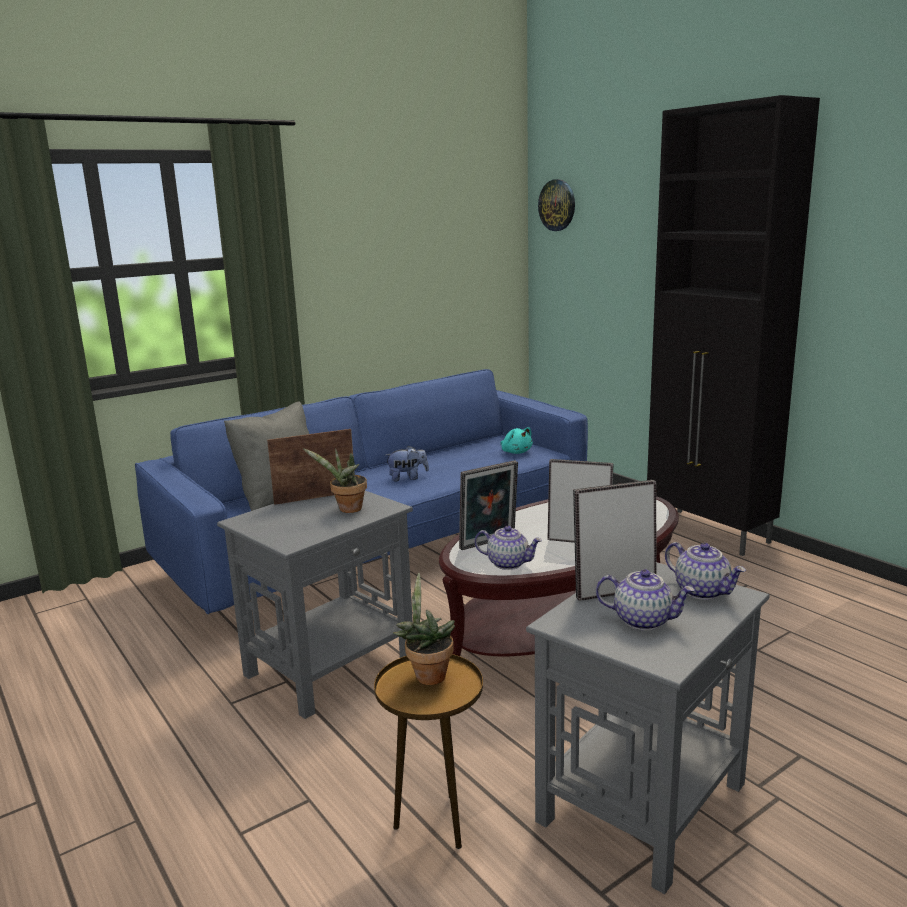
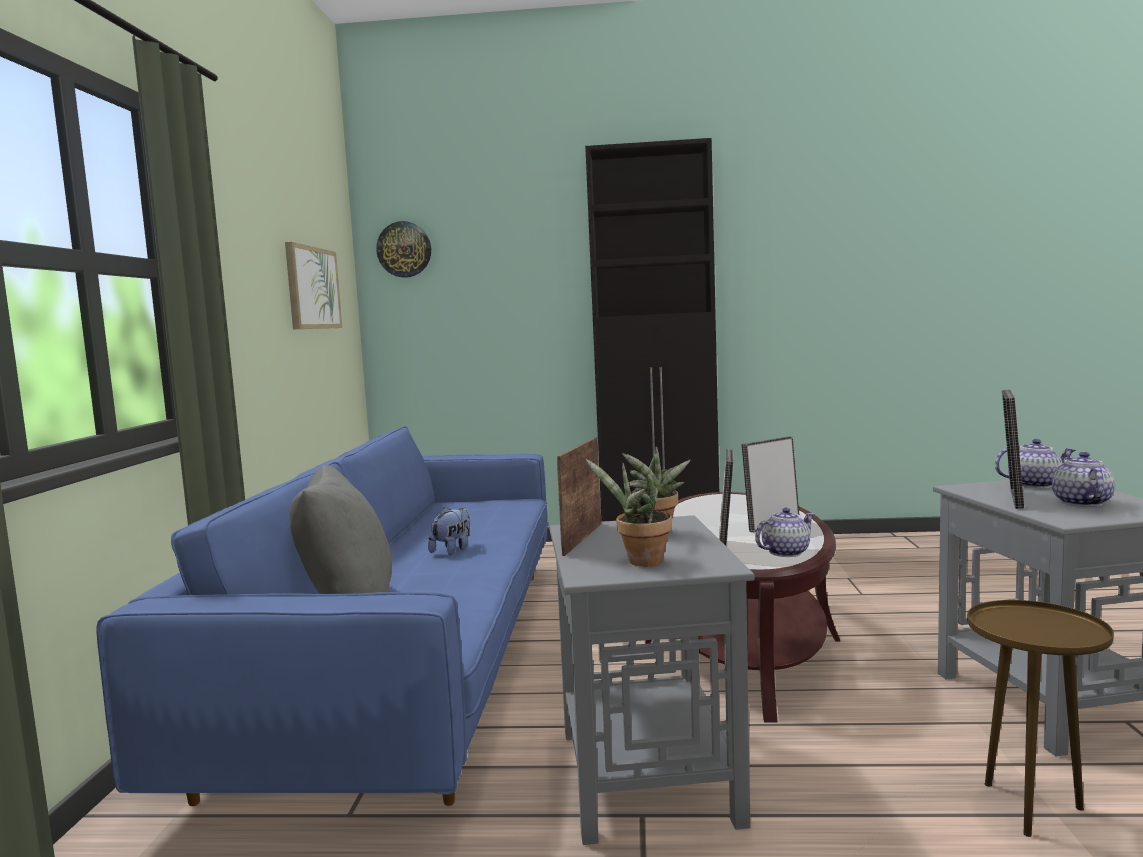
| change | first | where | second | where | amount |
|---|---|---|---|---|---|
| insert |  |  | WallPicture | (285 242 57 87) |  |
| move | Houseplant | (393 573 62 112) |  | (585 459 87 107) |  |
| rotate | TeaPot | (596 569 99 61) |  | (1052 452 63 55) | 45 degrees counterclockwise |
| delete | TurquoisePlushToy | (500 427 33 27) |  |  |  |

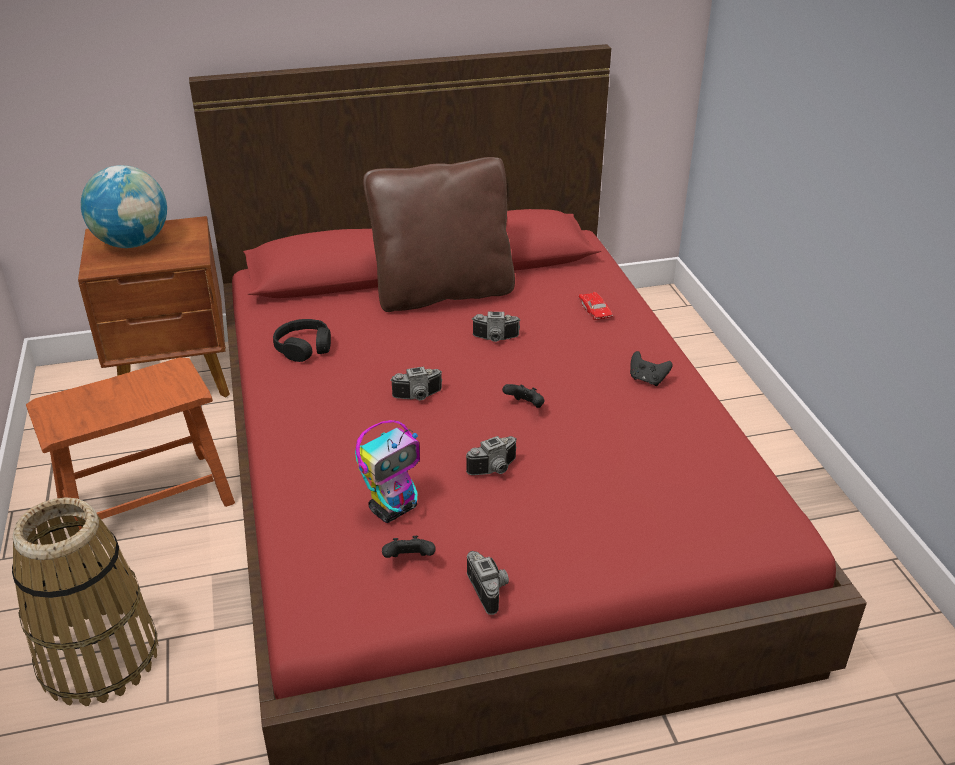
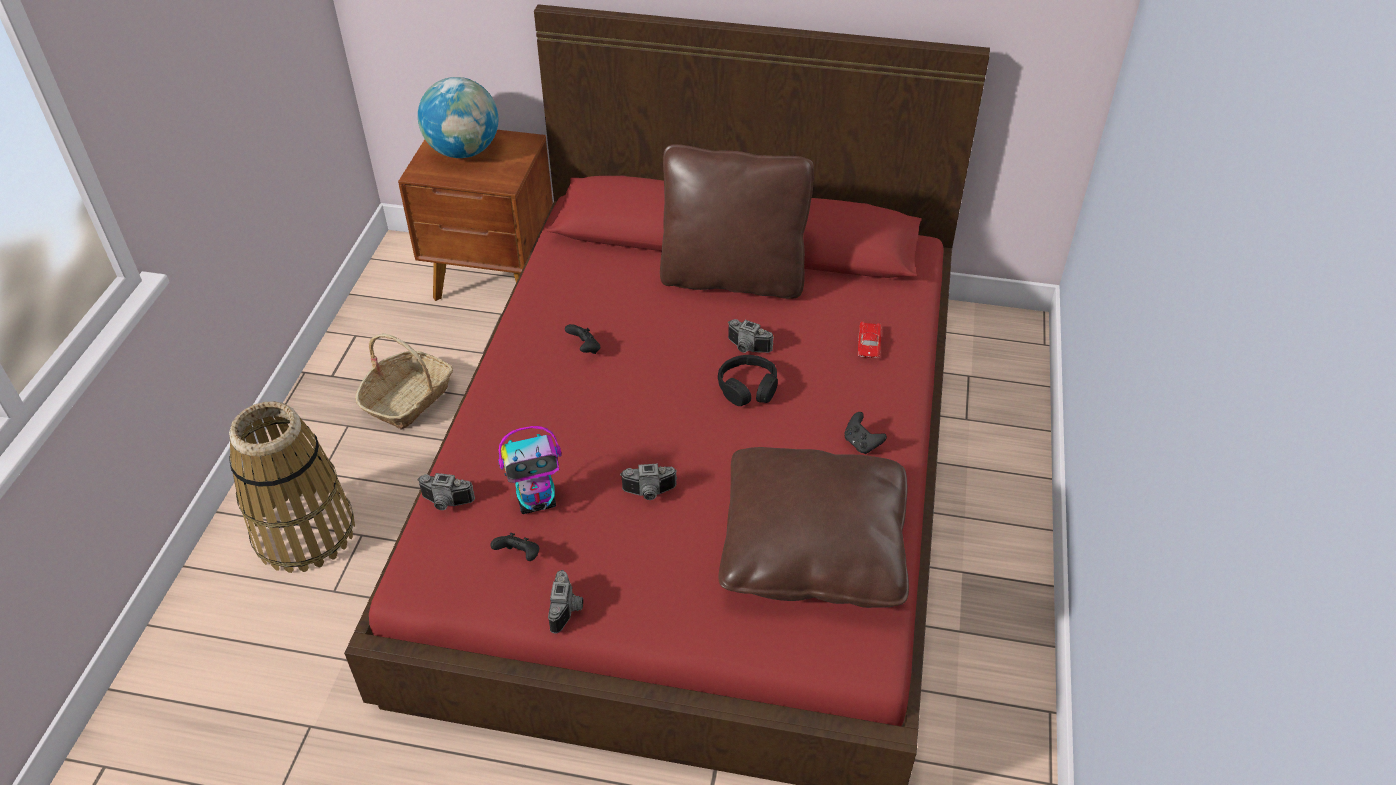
| change | first | where | second | where | amount |
|---|---|---|---|---|---|
| replace | BrownStool | (26 357 209 173) | HouseholdBasket | (355 333 98 97) |  |
| move | StillCamera | (390 366 52 35) |  | (417 473 58 37) |  |
| move | BlackishJoypad | (502 384 43 24) |  | (565 324 35 30) |  |
| move | BlackishHeadphones | (273 319 58 43) |  | (718 355 60 51) |  |
| insert |  |  | BrownCushion | (719 447 190 161) |  |

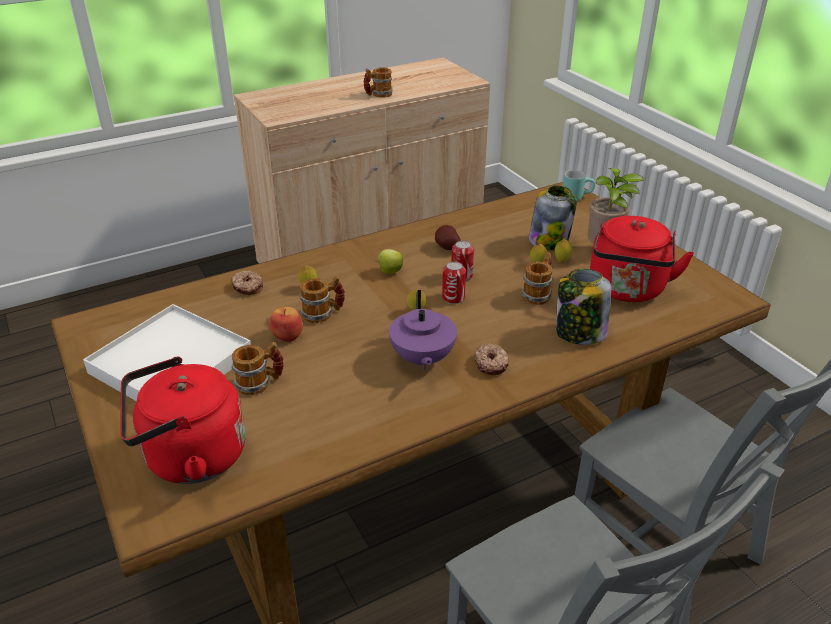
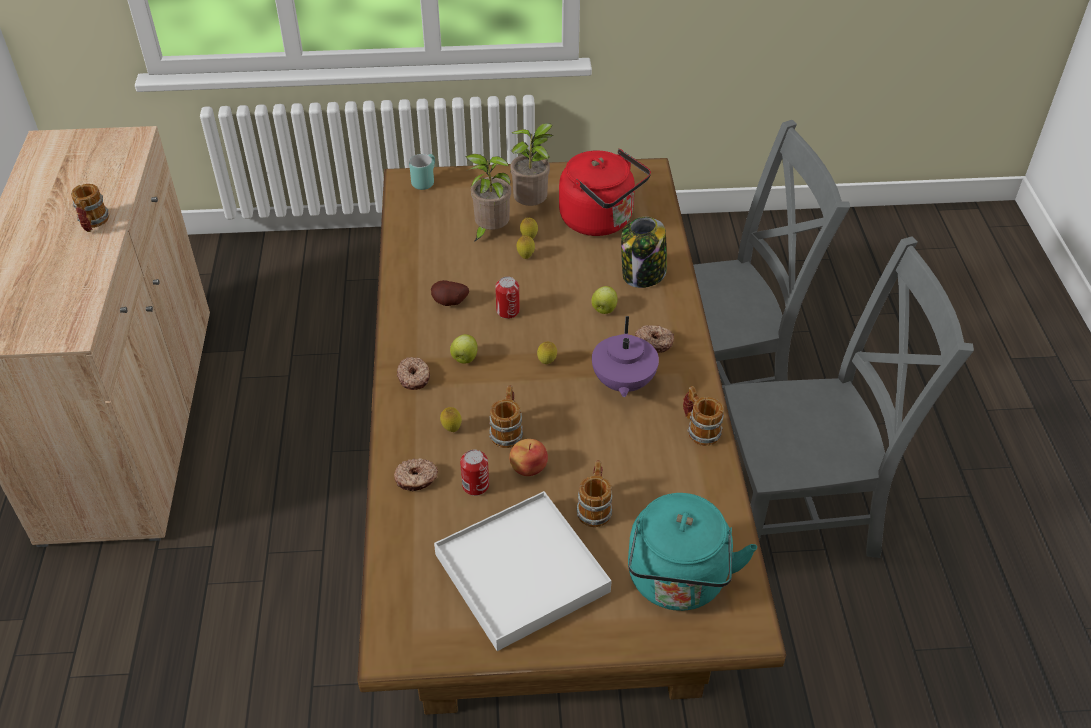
| change | first | where | second | where | amount |
|---|---|---|---|---|---|
| insert |  |  | Donut | (397 357 33 33) |  |
| move | Can | (442 261 24 43) |  | (460 450 29 46) |  |
| replace | StorageJar | (529 186 48 64) | Houseplant | (465 154 46 88) |  |
| insert |  |  | AppleFruit | (591 286 27 28) |  |
| rotate | PurplishTeaPot | (389 290 68 80) |  | (592 316 67 81) | 75 degrees clockwise |
| recolor | RedKettle | (120 357 126 127) | TurquoiseKettle | (628 493 129 118) |  |
| move | CoffeeMug | (521 252 32 53) |  | (683 386 41 60) |  |

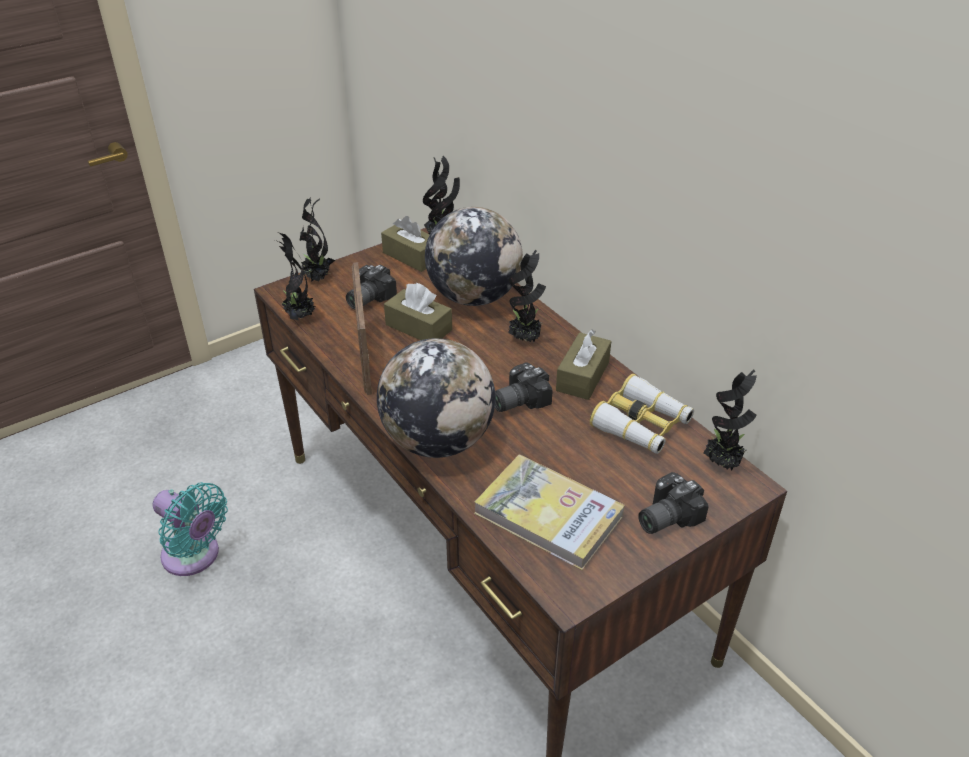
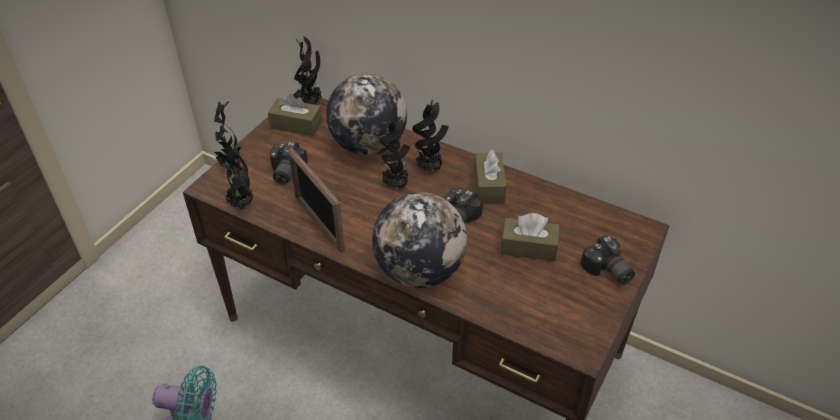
| change | first | where | second | where | amount |
|---|---|---|---|---|---|
| move | Houseplant | (703 370 54 101) |  | (379 116 32 73) |  |
| move | BrownTissueHolder | (384 283 68 57) |  | (501 213 59 48) |  |
| rotate | StillCamera | (638 472 71 62) |  | (580 235 55 50) | 60 degrees counterclockwise |
| delete | BoundBook | (474 455 150 115) |  |  |  |
| delete | Binoculars | (590 374 104 80) |  |  |  |

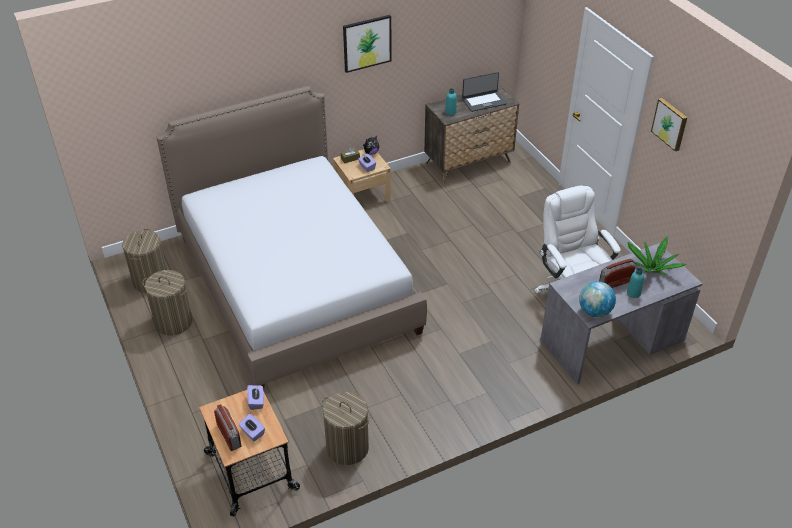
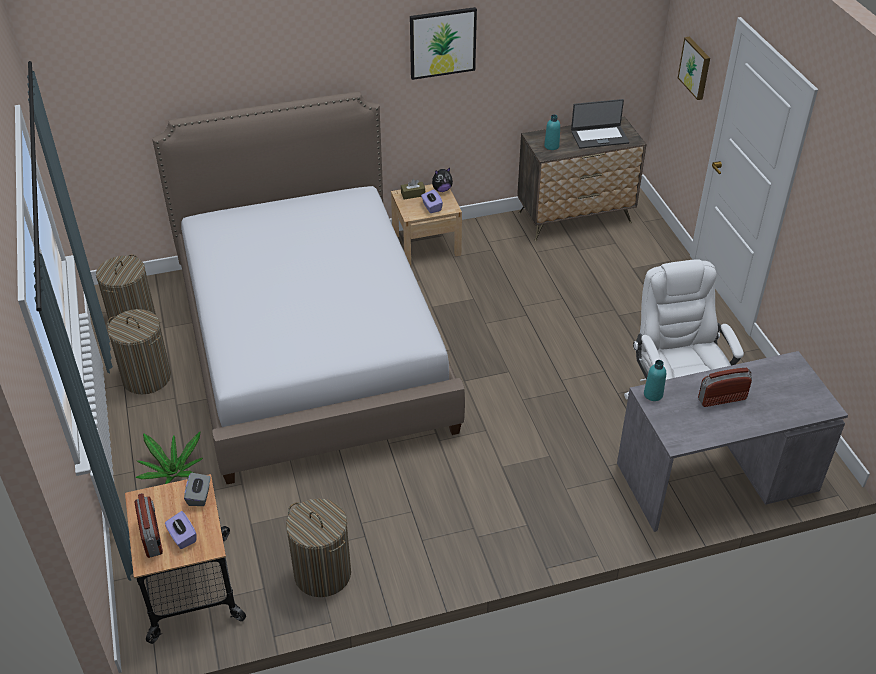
| change | first | where | second | where | amount |
|---|---|---|---|---|---|
| move | Houseplant | (627 237 59 38) |  | (135 432 68 52) |  |
| recolor | PurplishTissueHolder | (247 385 17 25) | GreyishTissueHolder | (184 473 26 33) |  |
| move | TurquoiseBeverageBottle | (627 268 17 30) |  | (644 360 22 41) |  |
| move | WallPicture | (651 98 36 53) |  | (678 37 32 63) |  |
| delete | WorldGlobe | (579 281 37 36) |  |  |  |

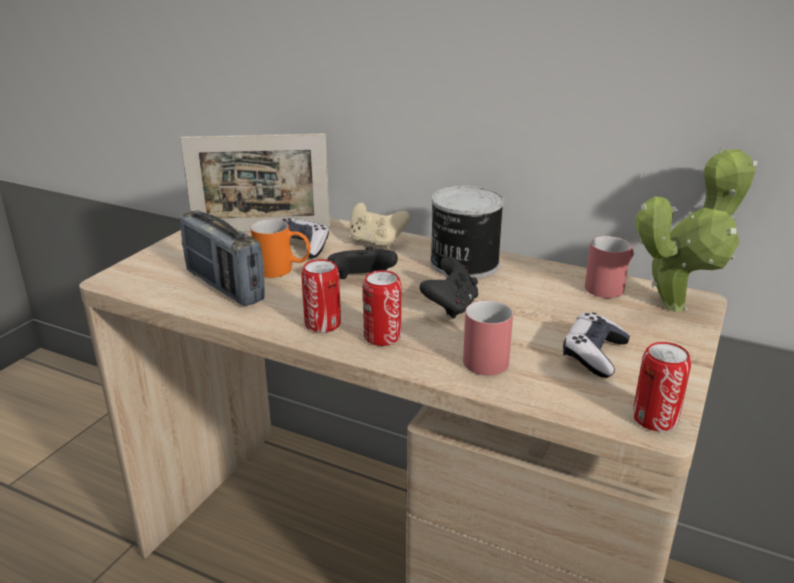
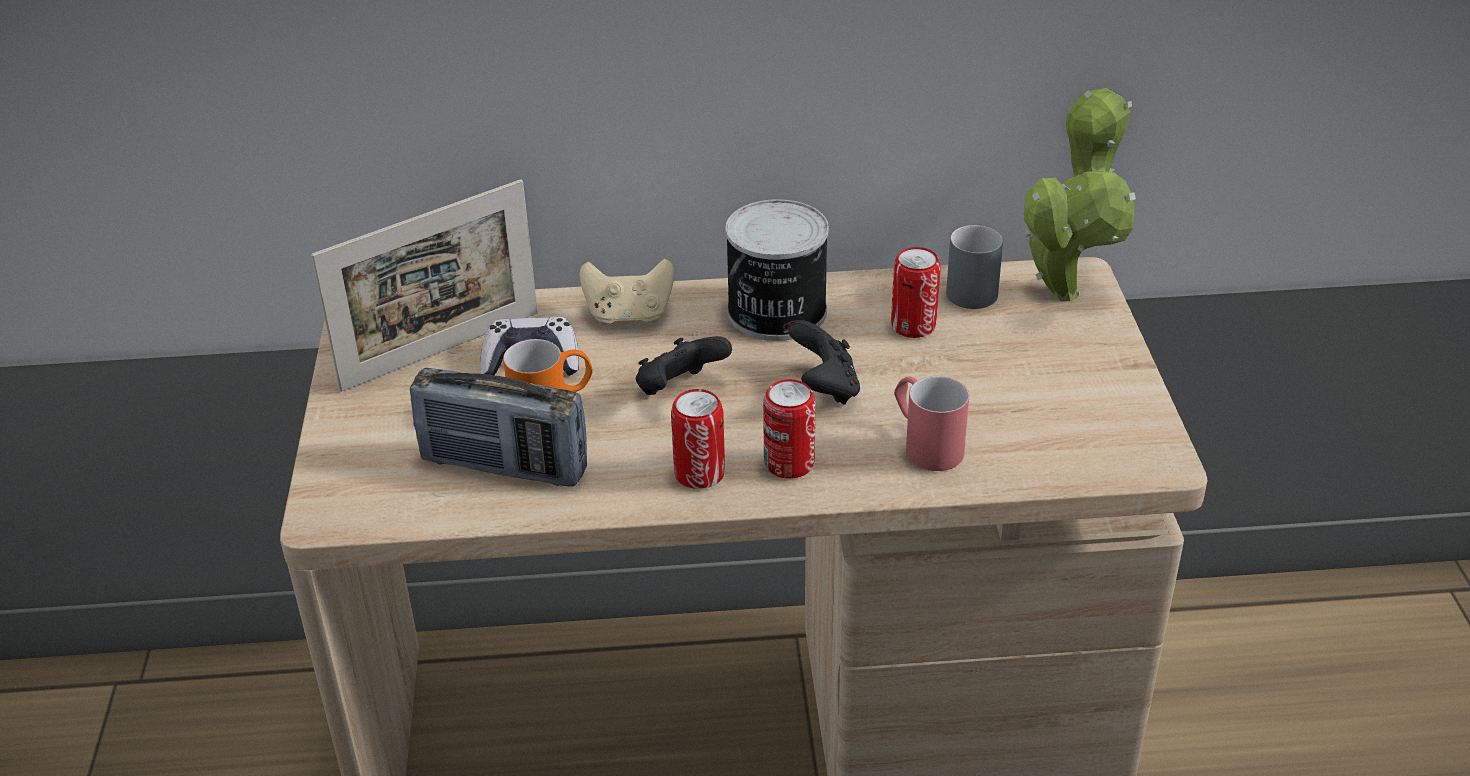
| change | first | where | second | where | amount |
|---|---|---|---|---|---|
| move | Can | (633 342 58 90) |  | (891 247 50 91) |  |
| recolor | RedCoffeeMug | (585 236 49 62) | GreyishCoffeeMug | (946 224 57 85) |  |
| delete | Joypad | (563 312 67 66) |  |  |  |

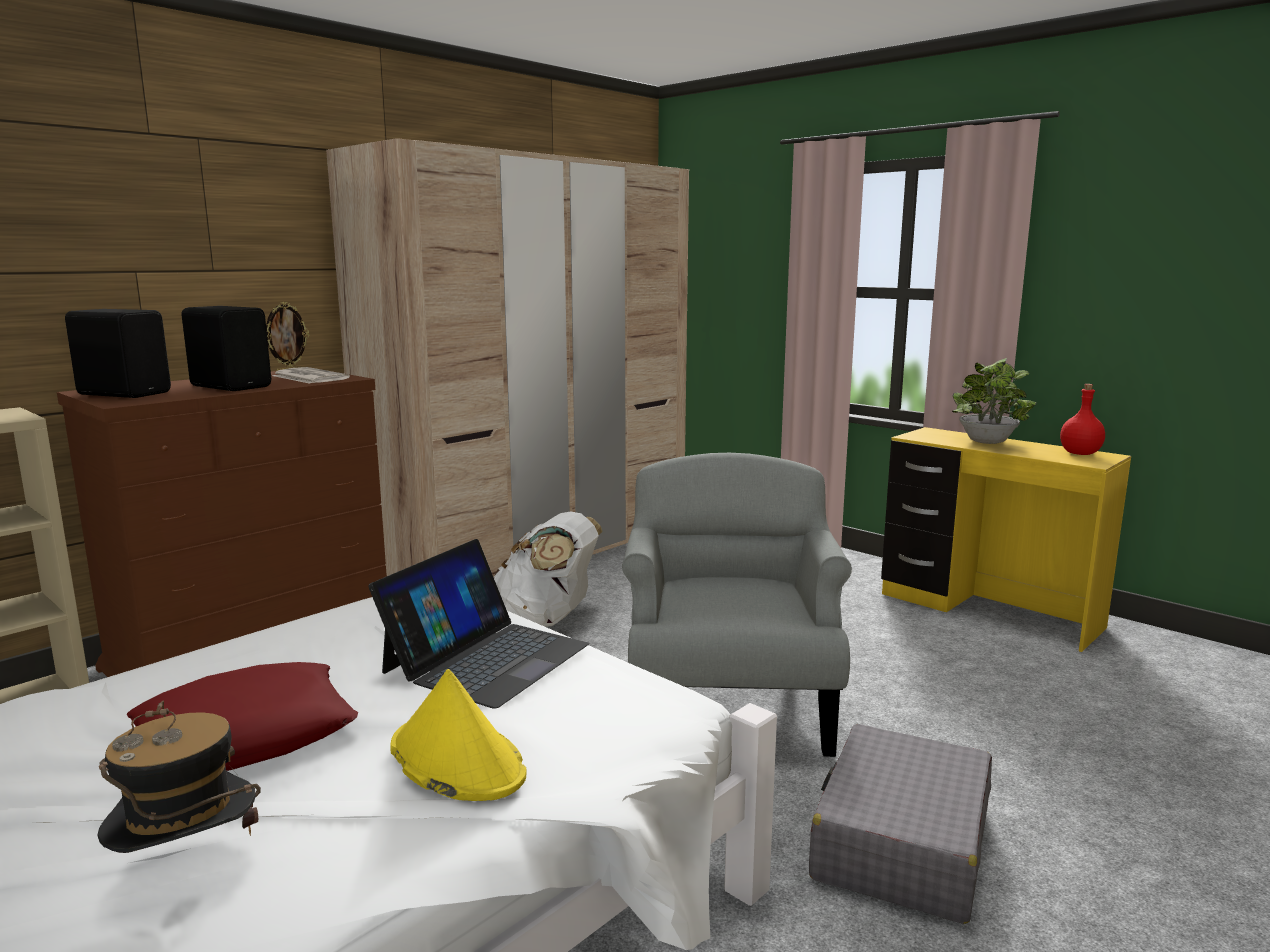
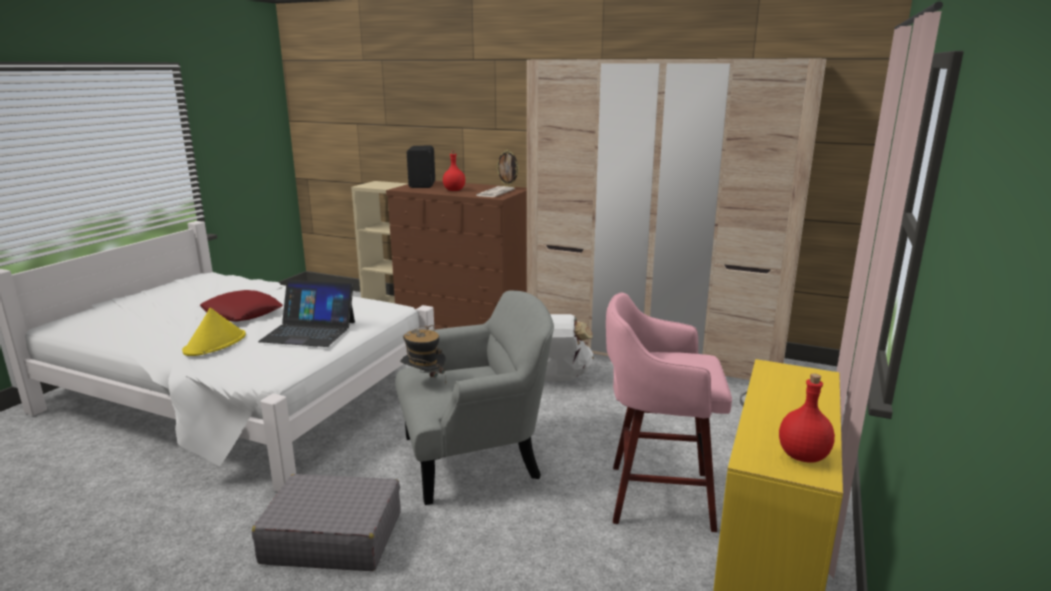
| change | first | where | second | where | amount |
|---|---|---|---|---|---|
| move | Hat | (98 701 163 152) |  | (400 325 46 52) |  |
| replace | BlackishLoudspeaker | (182 306 89 85) | RedBeverageBottle | (443 151 22 40) |  |
| insert |  |  | PinkColouredStool | (606 292 126 240) |  |
| delete | Houseplant | (952 358 84 86) |  |  |  |

